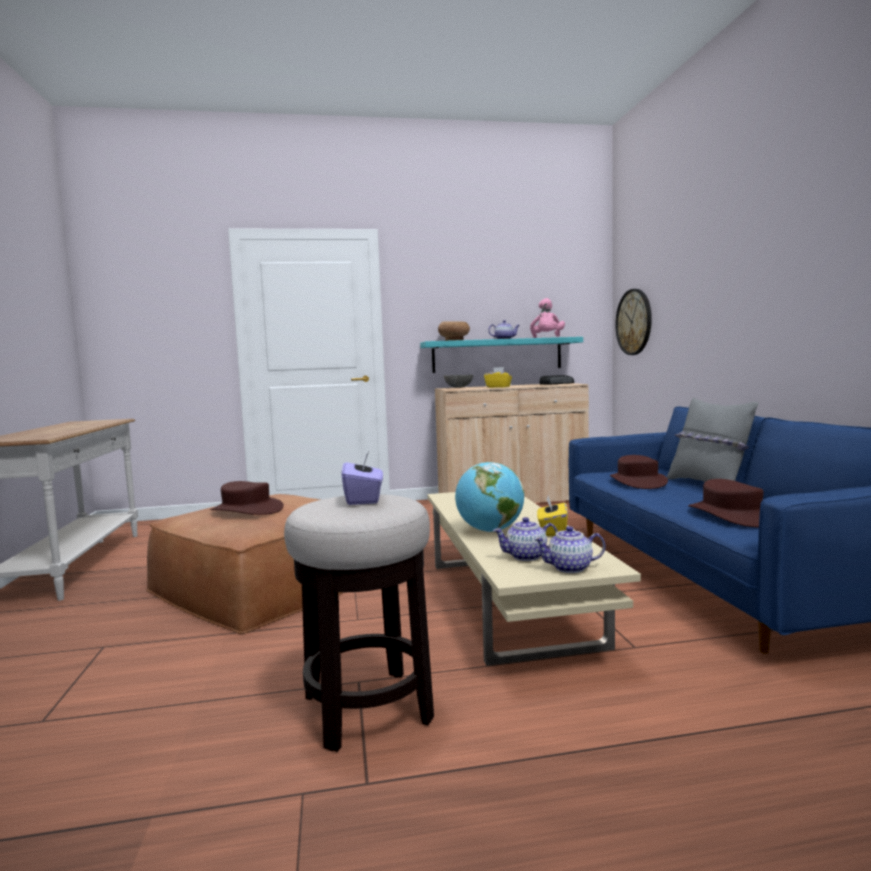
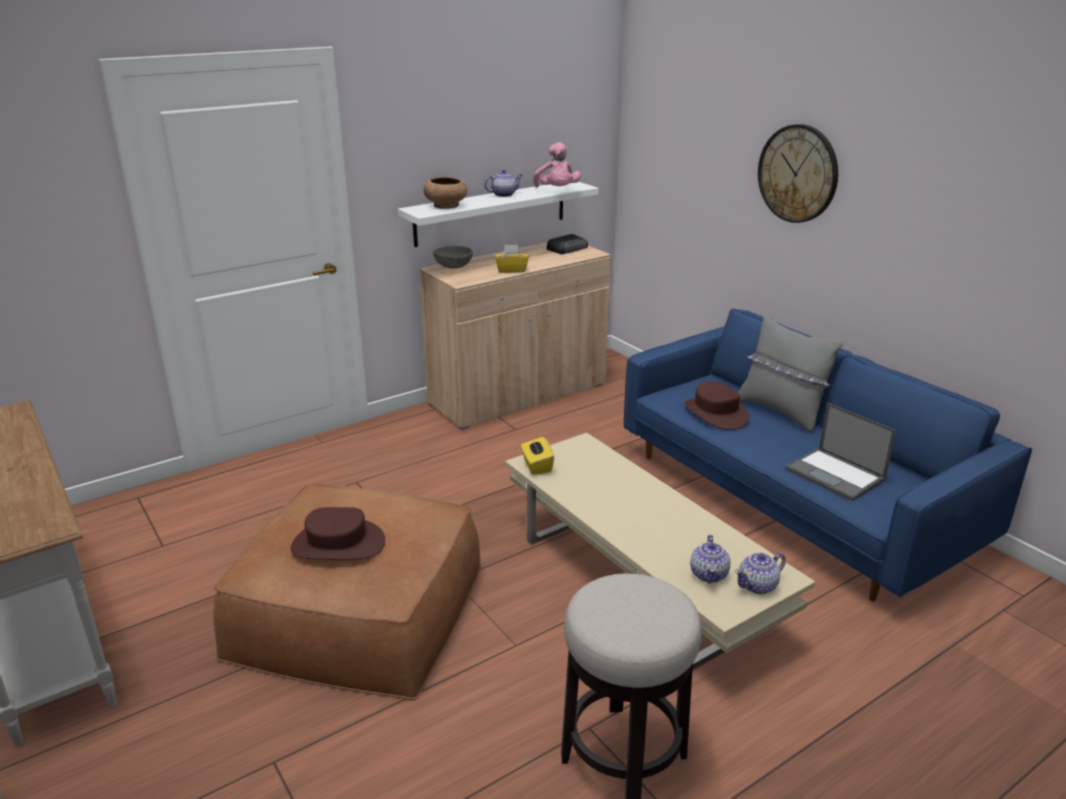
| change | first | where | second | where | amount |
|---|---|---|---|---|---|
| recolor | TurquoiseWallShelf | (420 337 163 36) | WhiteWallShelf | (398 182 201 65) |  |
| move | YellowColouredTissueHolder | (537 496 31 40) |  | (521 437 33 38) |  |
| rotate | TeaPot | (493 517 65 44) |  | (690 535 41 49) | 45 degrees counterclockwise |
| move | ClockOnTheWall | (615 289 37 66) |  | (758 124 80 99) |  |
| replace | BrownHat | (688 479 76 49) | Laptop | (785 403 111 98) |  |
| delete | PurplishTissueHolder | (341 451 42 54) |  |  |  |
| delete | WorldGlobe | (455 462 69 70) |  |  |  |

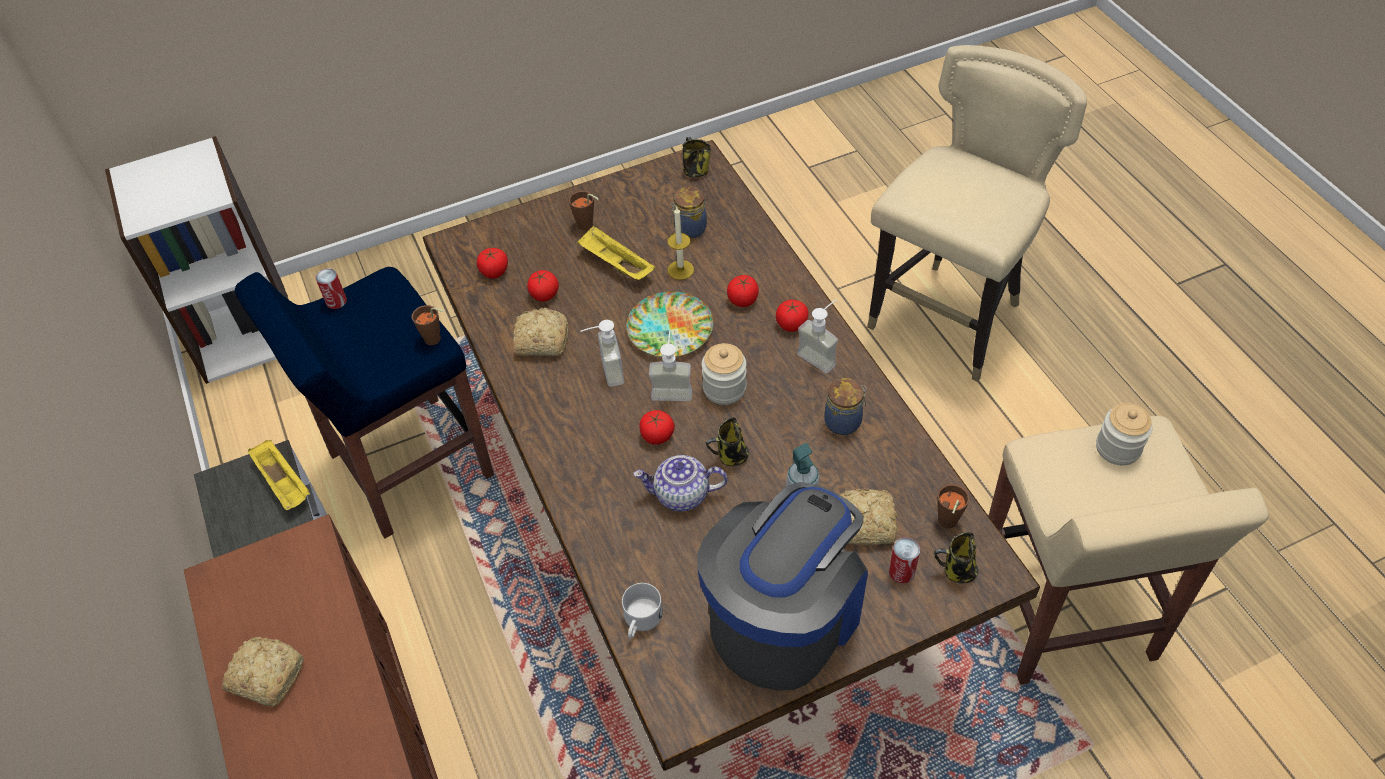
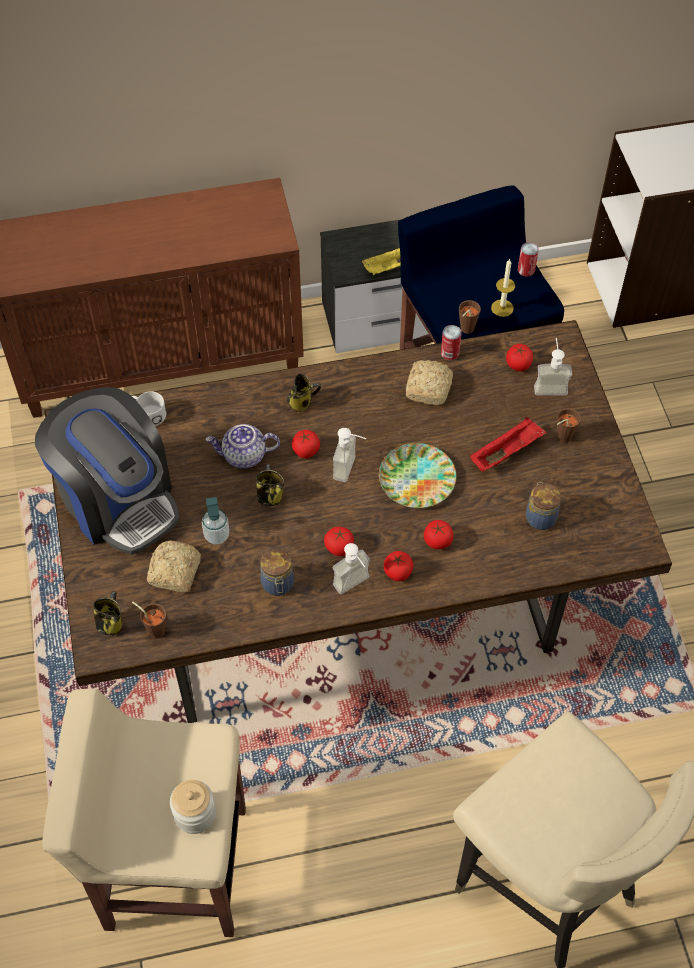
| change | first | where | second | where | amount |
|---|---|---|---|---|---|
| rotate | TeaPot | (633 455 95 57) |  | (206 424 74 45) | 105 degrees counterclockwise |
| move | CoffeeMug | (682 137 29 41) |  | (287 374 34 38) |  |
| move | Tomato | (527 270 32 32) |  | (324 527 30 29) |  |
| move | Can | (889 537 31 47) |  | (441 325 21 35) |  |
| recolor | YellowColouredCarryingTray | (577 225 79 55) | RedCarryingTray | (470 417 77 55) |  |
| move | Candle | (667 207 27 73) |  | (491 259 24 58) |  |
| move | SoapDispenser | (580 320 44 67) |  | (534 338 38 57) |  |
| delete | BakedBread | (222 637 81 70) |  |  |  |
| delete | StorageJar | (702 343 44 62) |  |  |  |

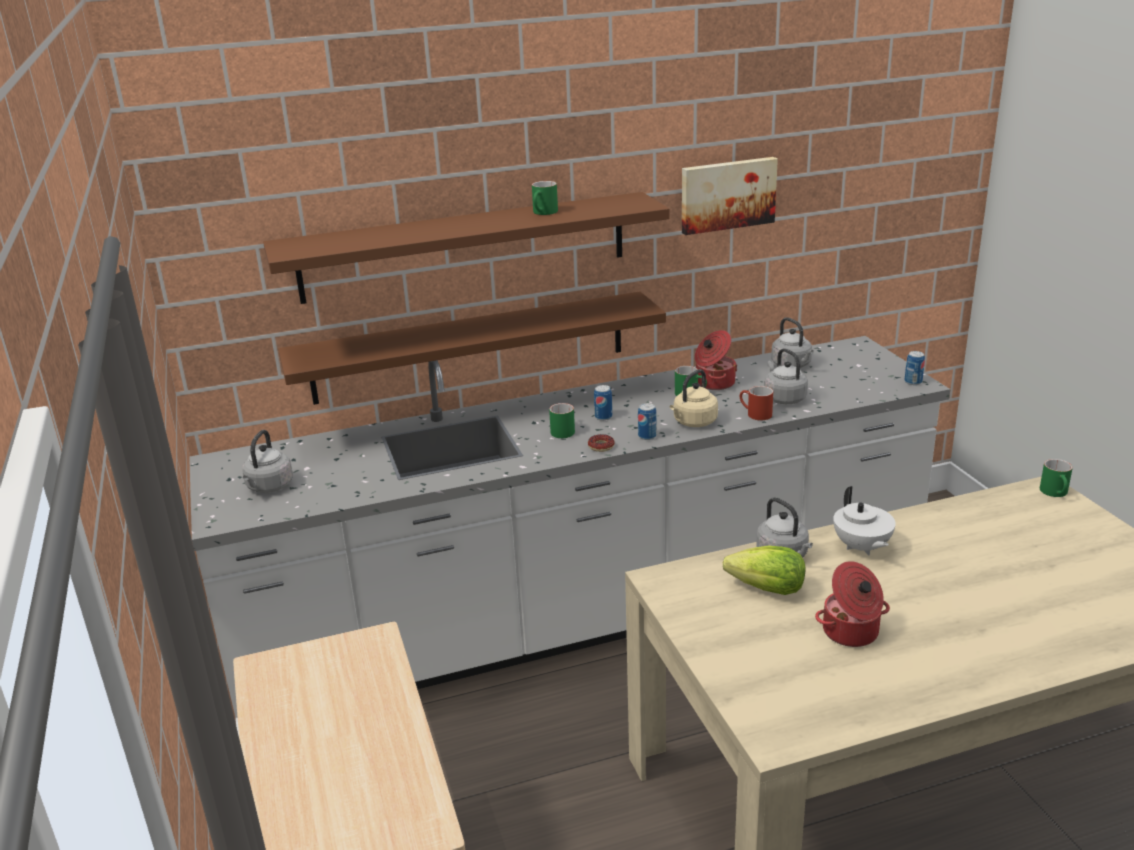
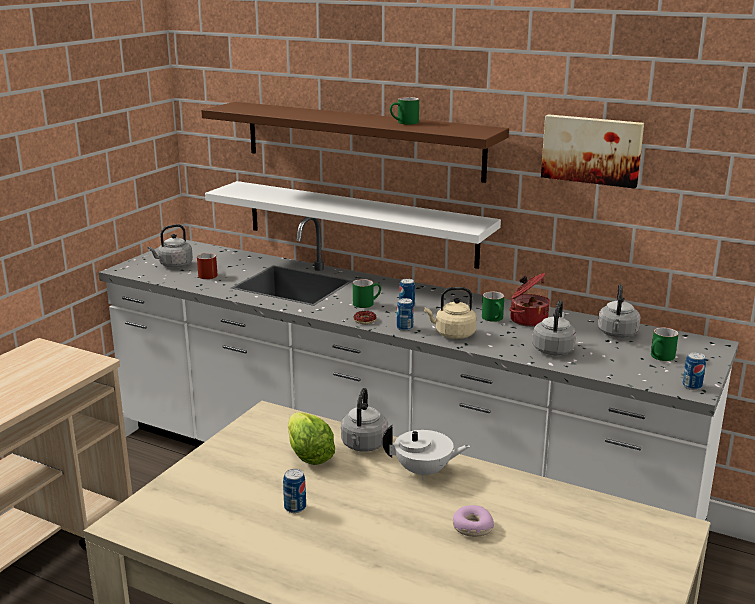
| change | first | where | second | where | amount |
|---|---|---|---|---|---|
| move | RedCoffeeMug | (740 386 33 35) |  | (197 253 21 26) |  |
| recolor | BrownWallShelf | (278 292 388 113) | WhiteWallShelf | (205 181 296 88) |  |
| replace | Stockpot | (815 561 75 86) | Can | (283 469 23 44) |  |
| rotate | WhiteTeaPot | (833 486 63 70) |  | (382 425 88 55) | 120 degrees counterclockwise |
| insert |  |  | Donut | (453 505 41 32) |  |
| move | GreenColouredCoffeeMug | (1040 459 33 38) |  | (651 327 27 34) |  |

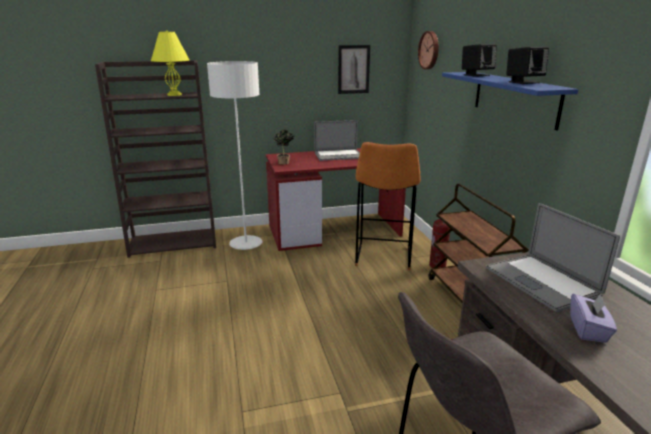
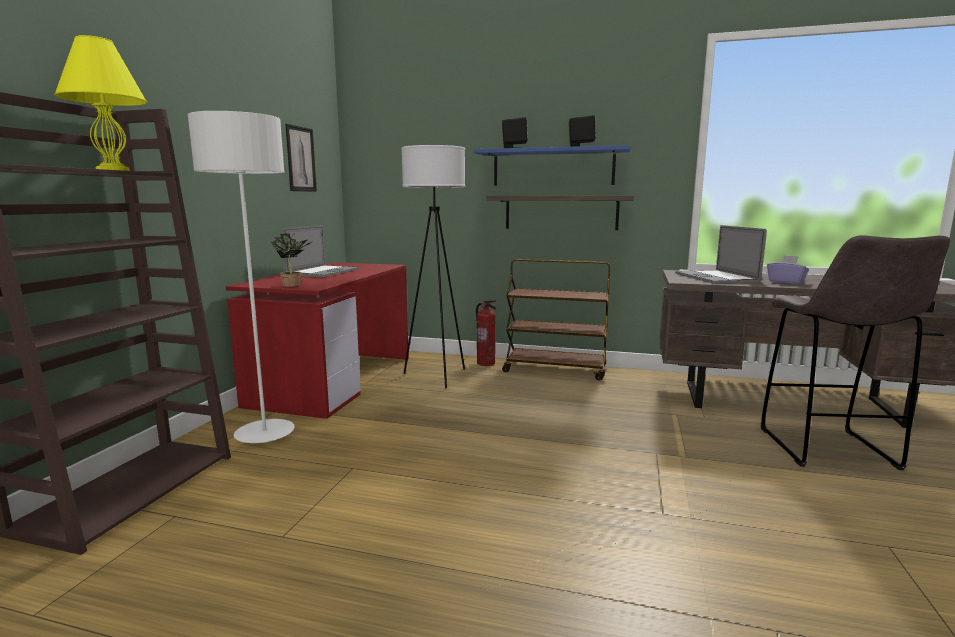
| change | first | where | second | where | amount |
|---|---|---|---|---|---|
| replace | OrangeColouredStool | (355 142 66 128) | WhiteFloorLamp | (401 145 64 243) |  |
| insert |  |  | WallShelf | (486 195 148 35) |  |
| rotate | Laptop | (486 203 134 109) |  | (675 225 92 59) | 75 degrees clockwise |
| delete | ClockOnTheWall | (418 31 21 38) |  |  |  |

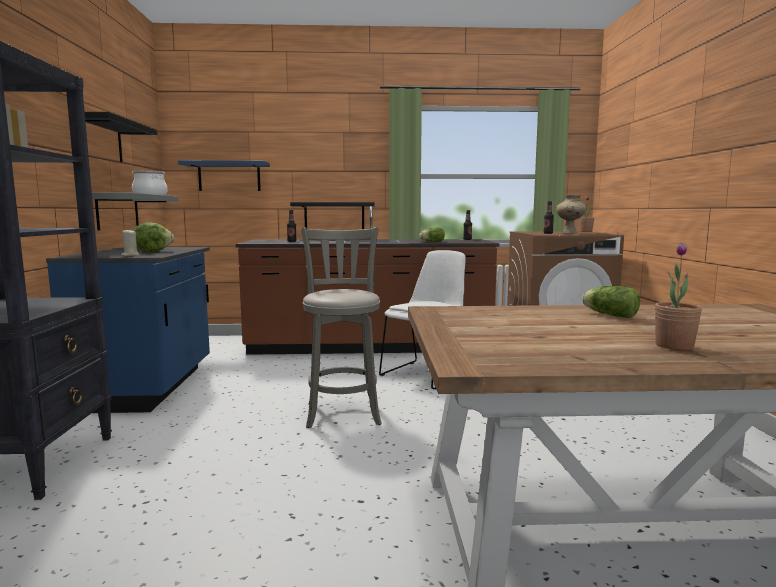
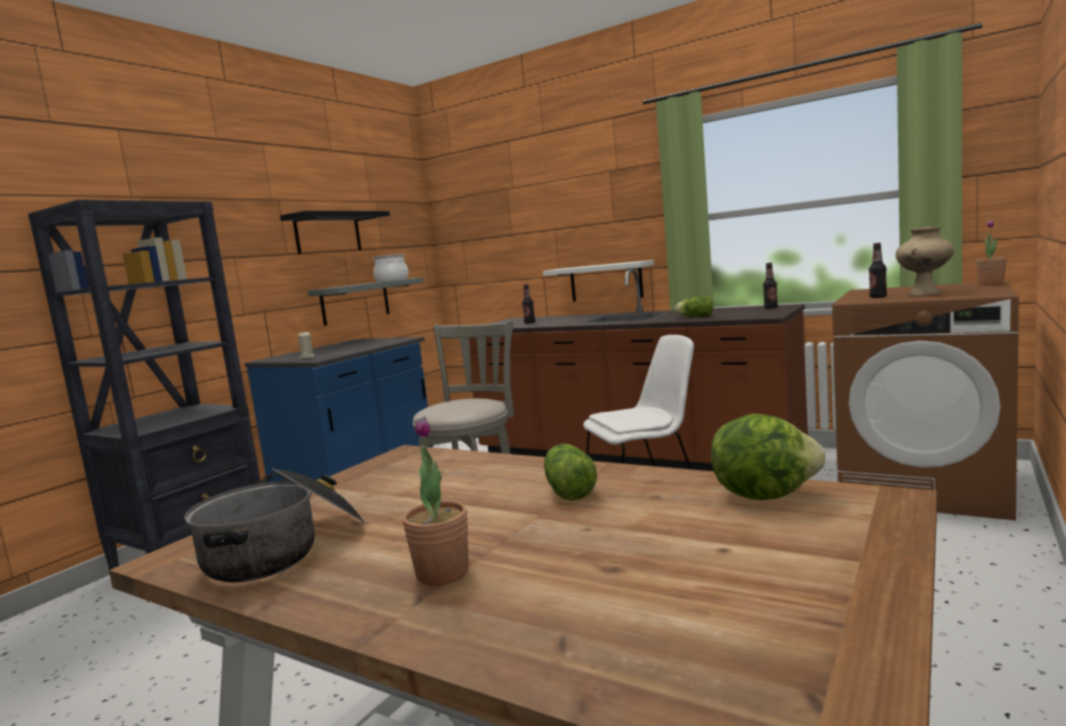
| change | first | where | second | where | amount |
|---|---|---|---|---|---|
| insert |  |  | Stockpot | (184 468 180 114) |  |
| recolor | BlackishWallShelf | (290 202 85 27) | WhiteWallShelf | (543 260 111 42) |  |
| move | Lettuce | (133 222 41 30) |  | (711 414 114 86) |  |
| delete | BlueWallShelf | (178 160 92 31) |  |  |  |

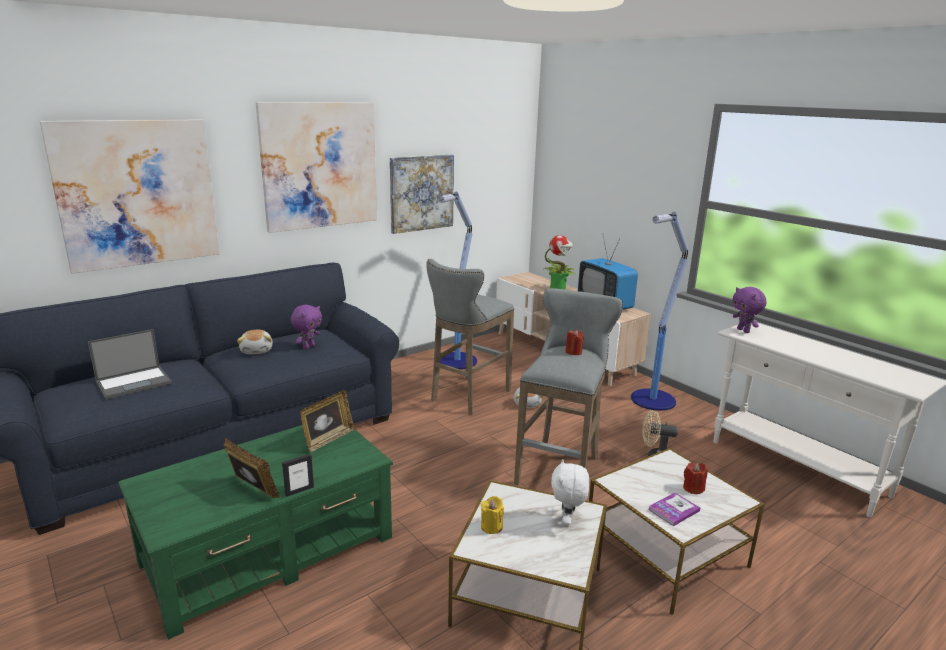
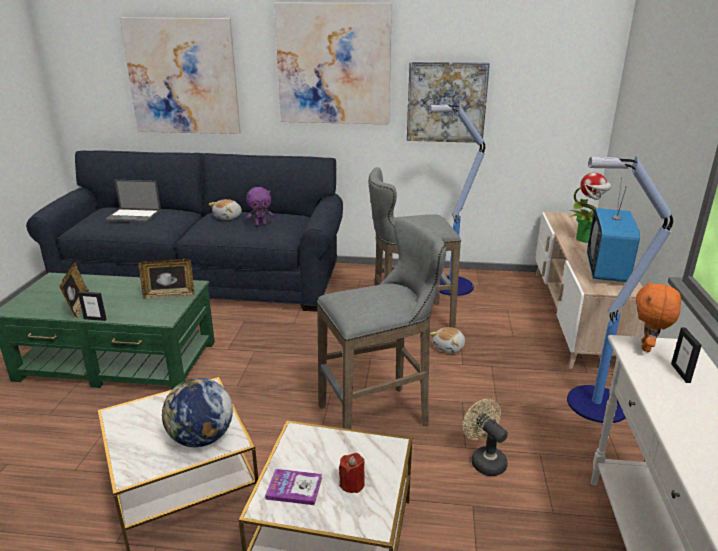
| change | first | where | second | where | amount |
|---|---|---|---|---|---|
| replace | WhitePlushToy | (551 459 38 69) | WorldGlobe | (162 378 71 69) |  |
| recolor | PurplishPlushToy | (733 287 33 46) | OrangeColouredPlushToy | (636 280 45 72) |  |
| insert |  |  | PhotoFrame | (671 328 31 55) |  |
| delete | YellowColouredCandle | (481 496 23 38) |  |  |  |
| delete | RedCandle | (565 330 19 25) |  |  |  |

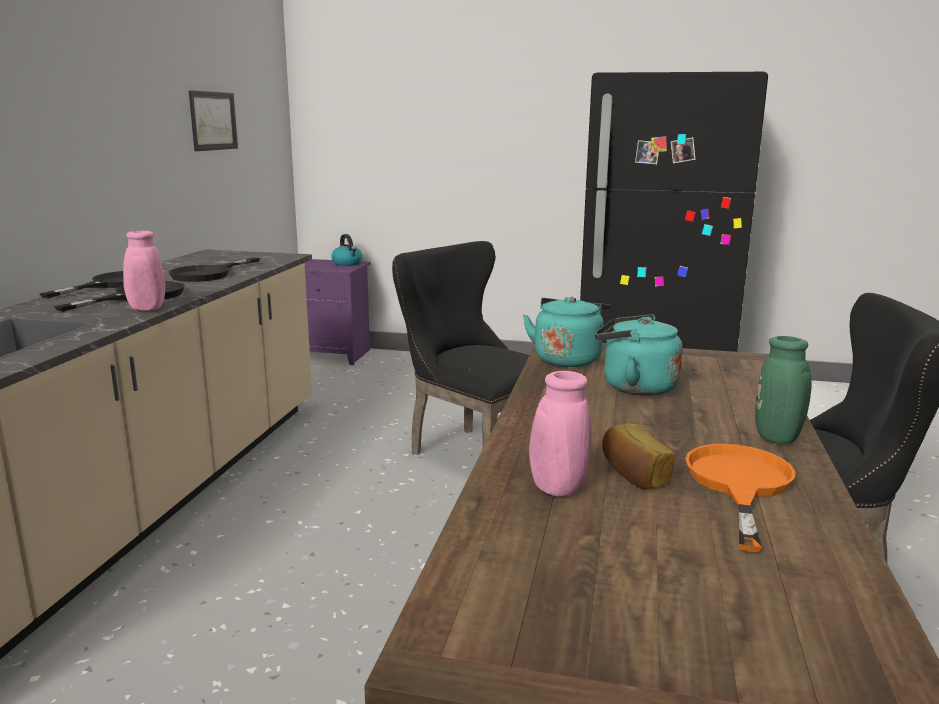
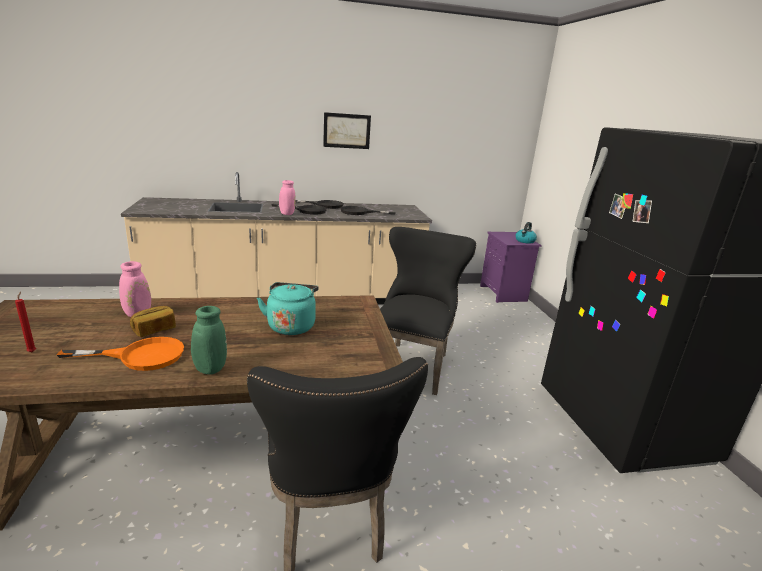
| change | first | where | second | where | amount |
|---|---|---|---|---|---|
| insert |  |  | RedCandle | (15 292 21 60) |  |
| move | WallPicture | (189 90 49 61) |  | (323 112 48 37) |  |
| delete | TurquoiseKettle | (523 297 87 70) |  |  |  |

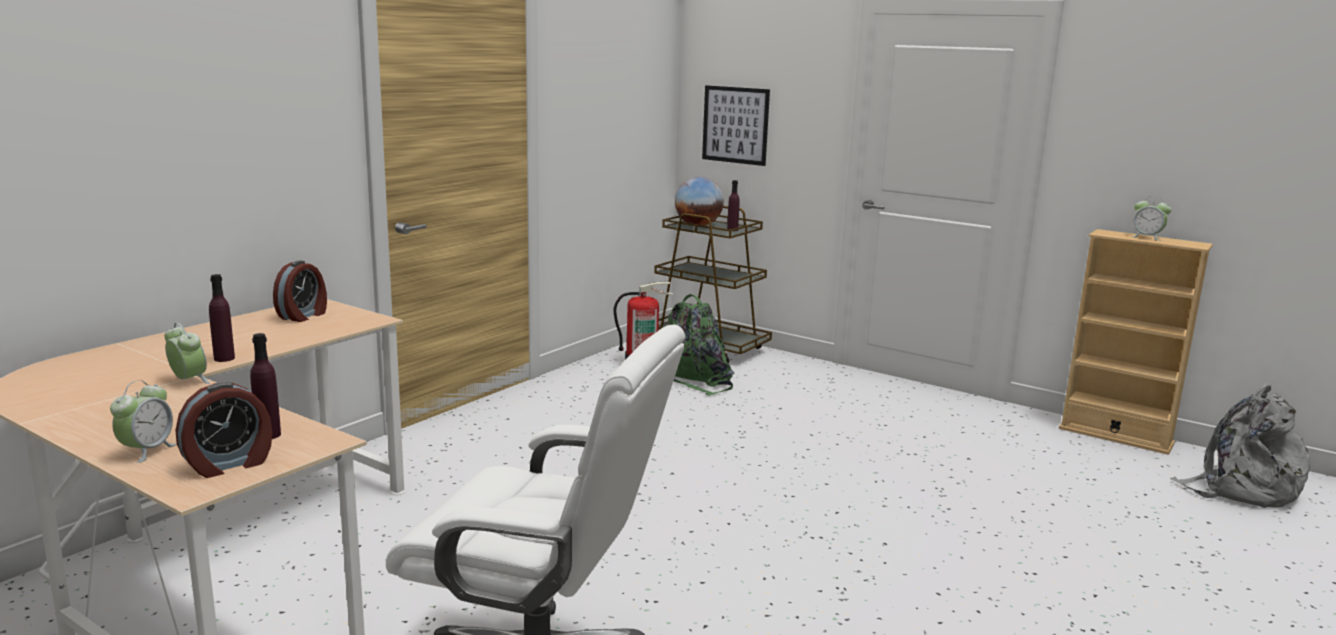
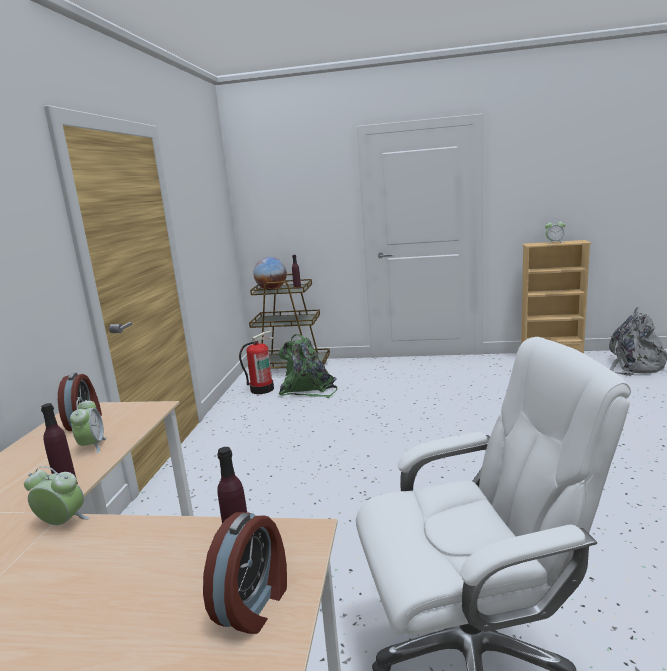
| change | first | where | second | where | amount |
|---|---|---|---|---|---|
| move | AlarmClock | (110 380 67 83) |  | (70 398 37 55) |  |
| delete | WallPicture | (702 85 68 81) |  |  |  |

